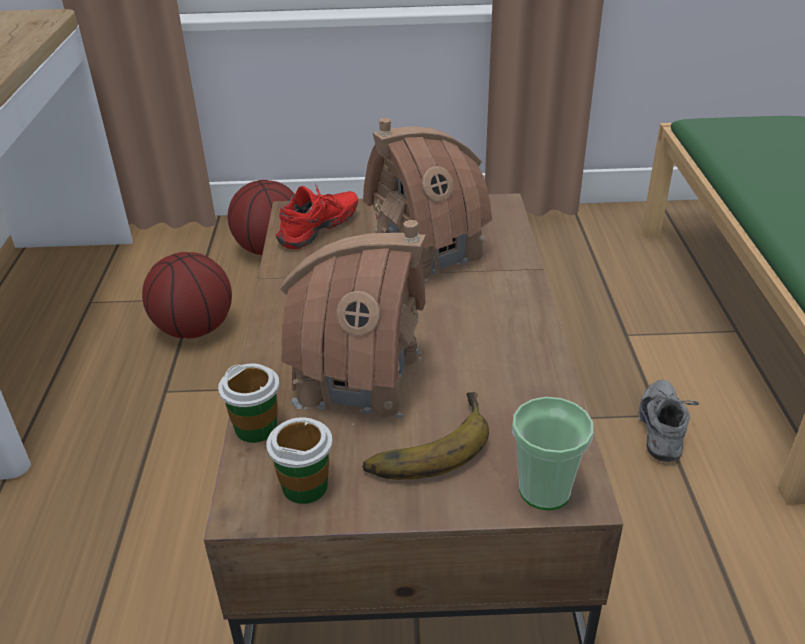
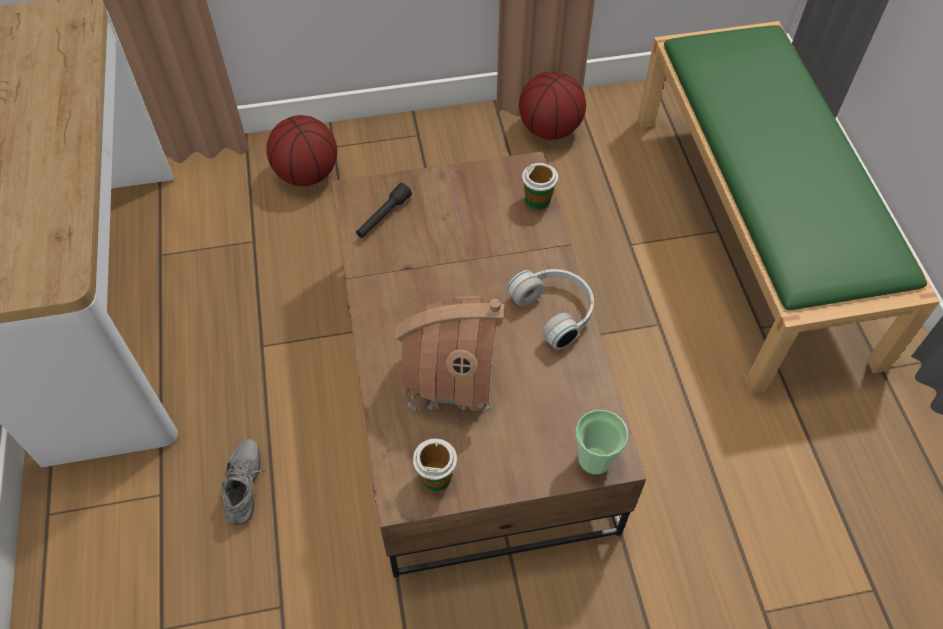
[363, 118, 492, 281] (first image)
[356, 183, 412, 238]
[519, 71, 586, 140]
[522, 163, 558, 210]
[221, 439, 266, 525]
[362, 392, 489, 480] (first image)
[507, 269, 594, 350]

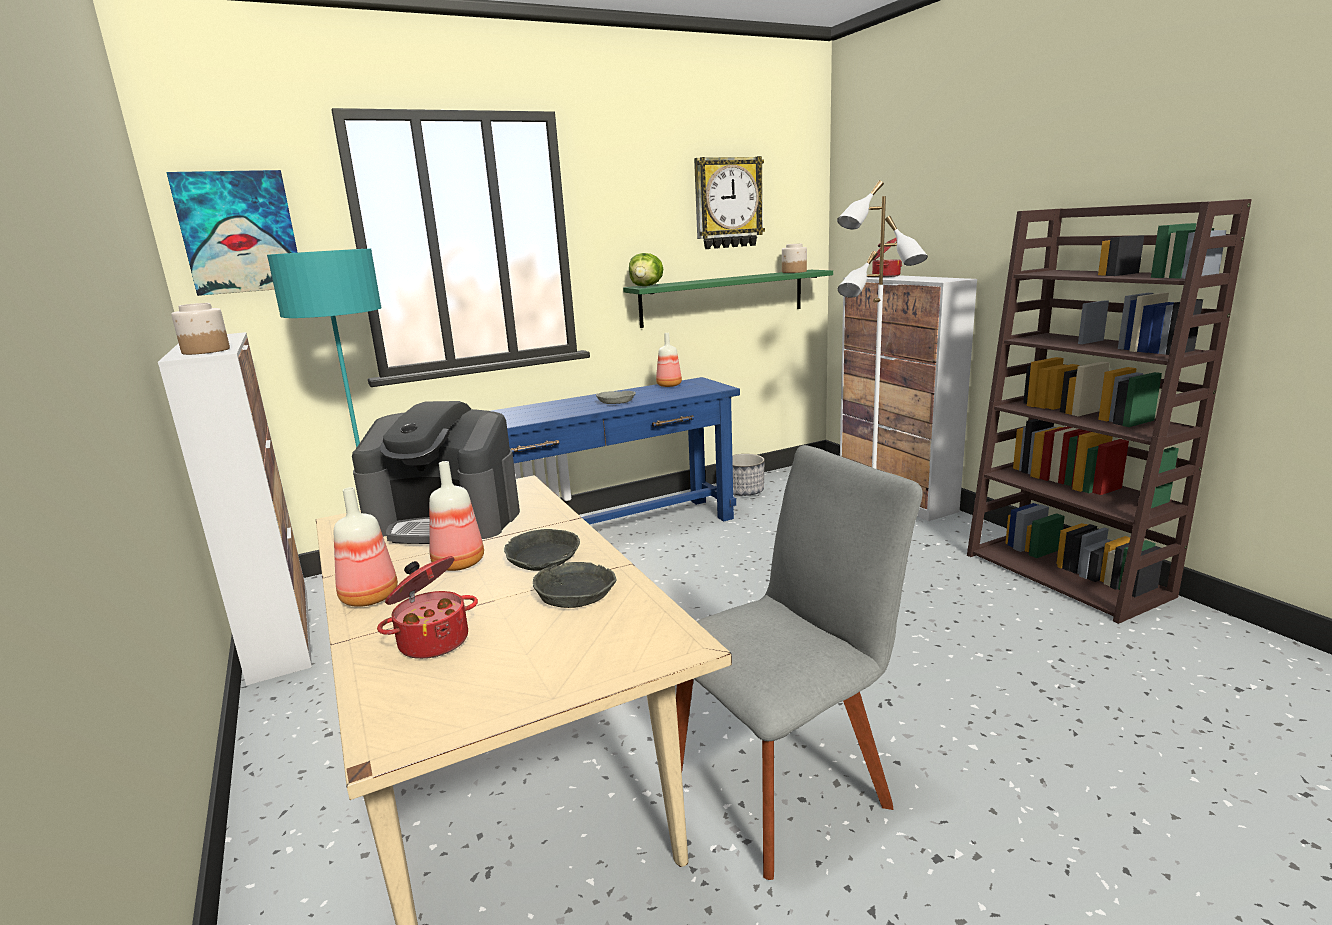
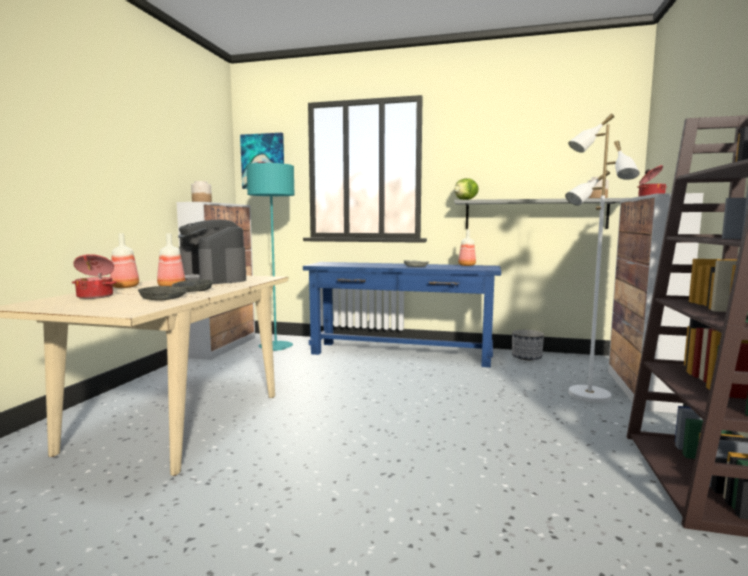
[694, 156, 765, 249] (first image)
[454, 198, 628, 229]
[676, 445, 923, 880] (first image)

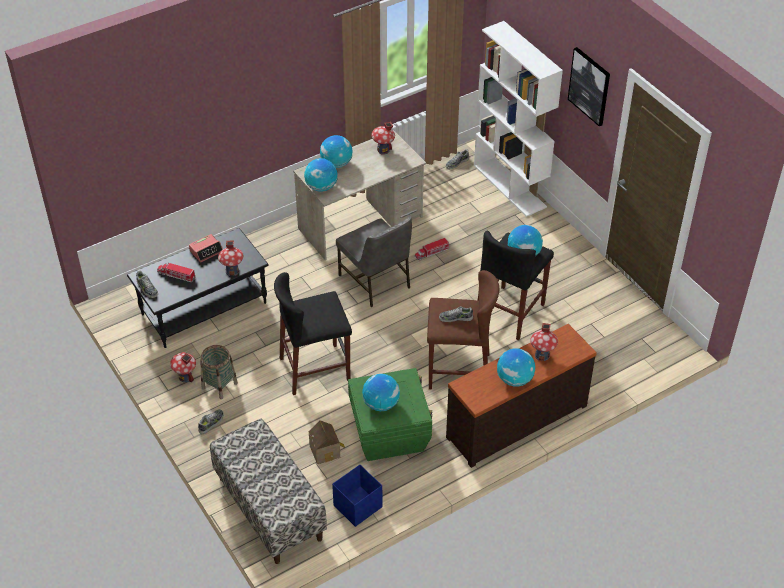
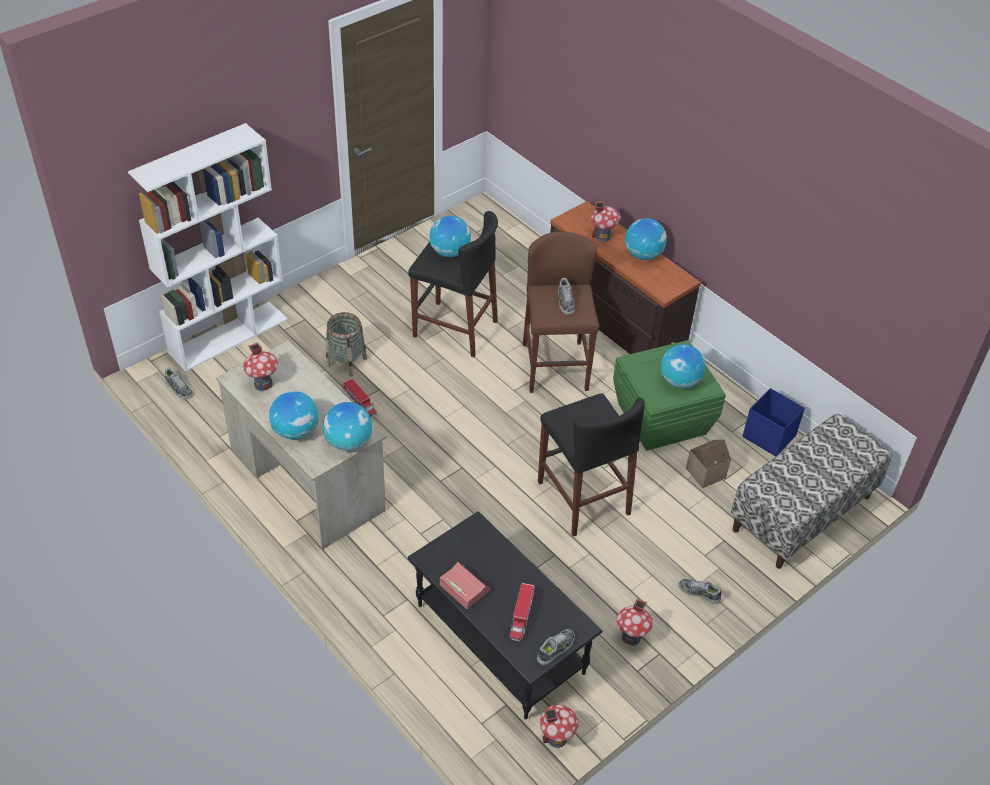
[568, 47, 610, 126] (first image)
[336, 216, 412, 307] (first image)
[540, 705, 579, 748]
[326, 312, 367, 377]

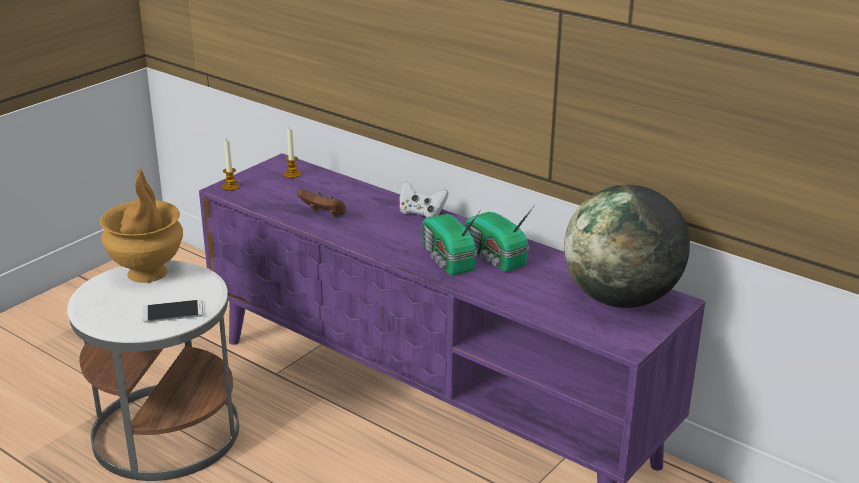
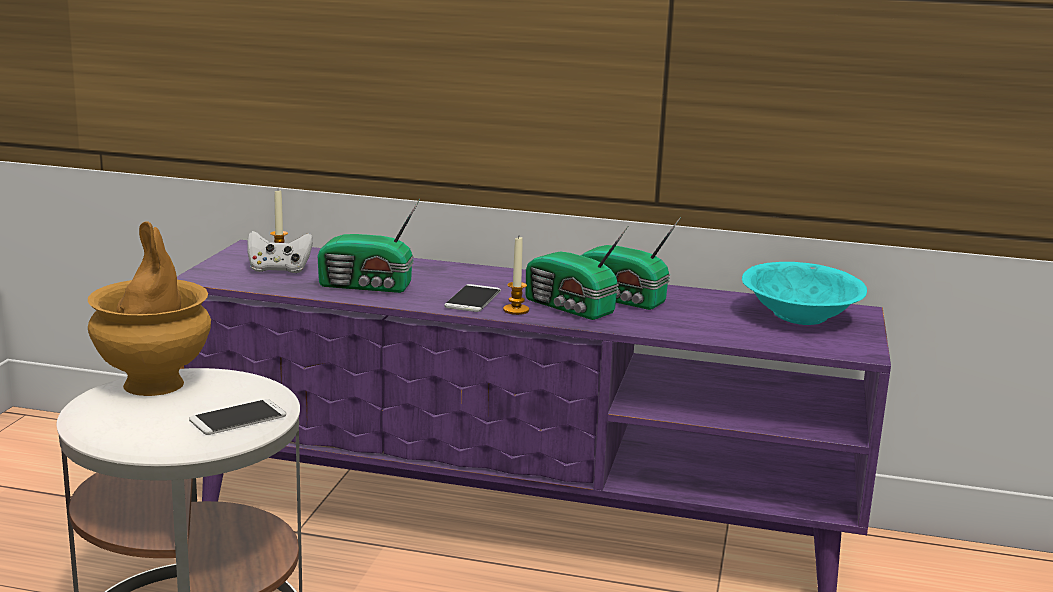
[503, 237, 529, 315]
[247, 231, 313, 273]
[742, 262, 867, 325]
[318, 199, 420, 293]
[444, 284, 501, 312]

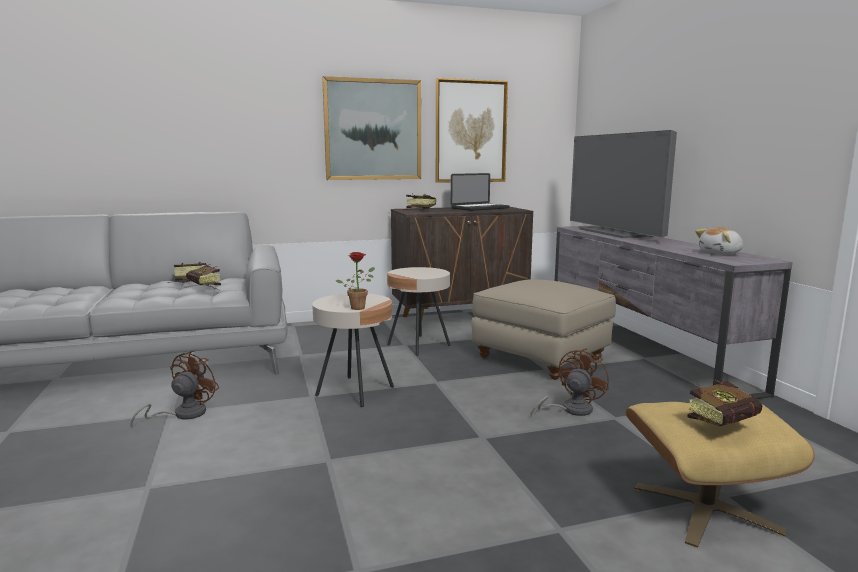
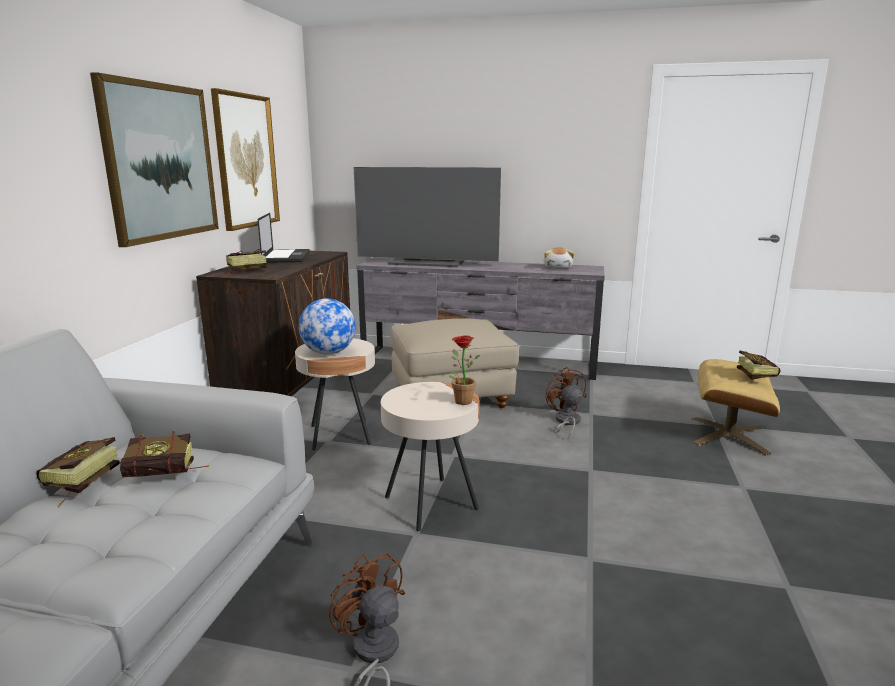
[299, 298, 356, 354]

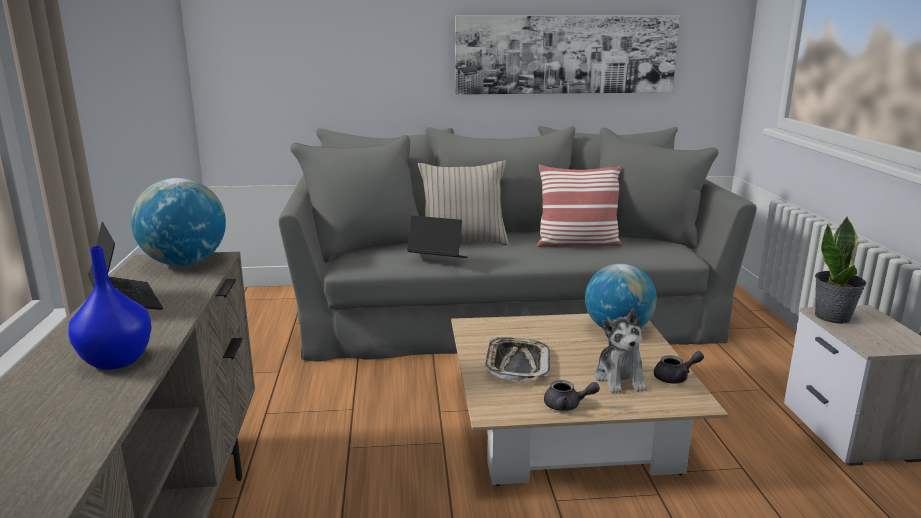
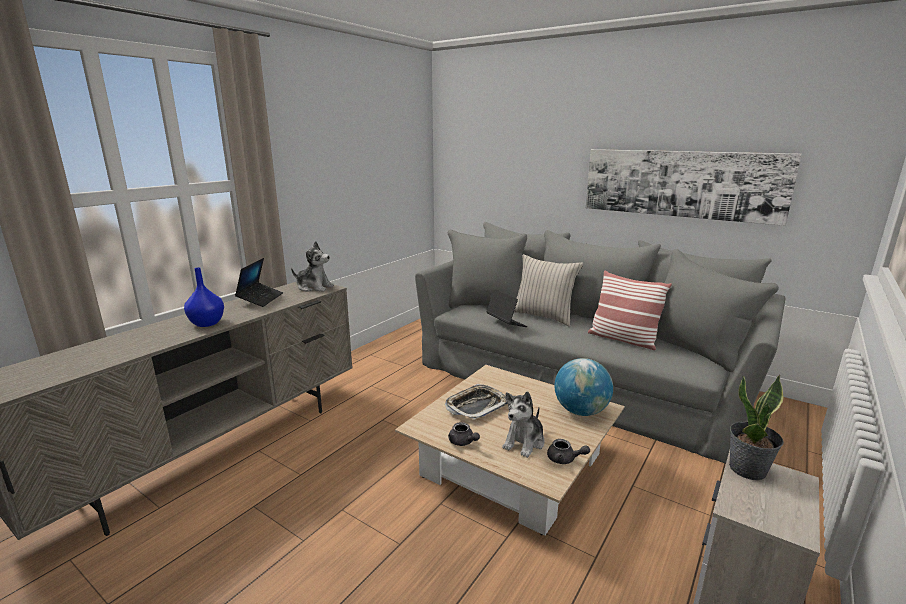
[291, 241, 334, 292]

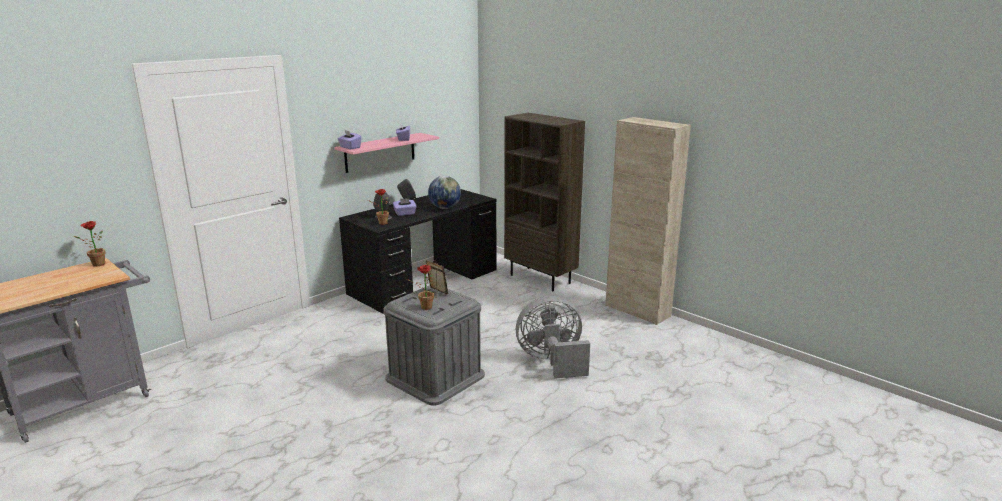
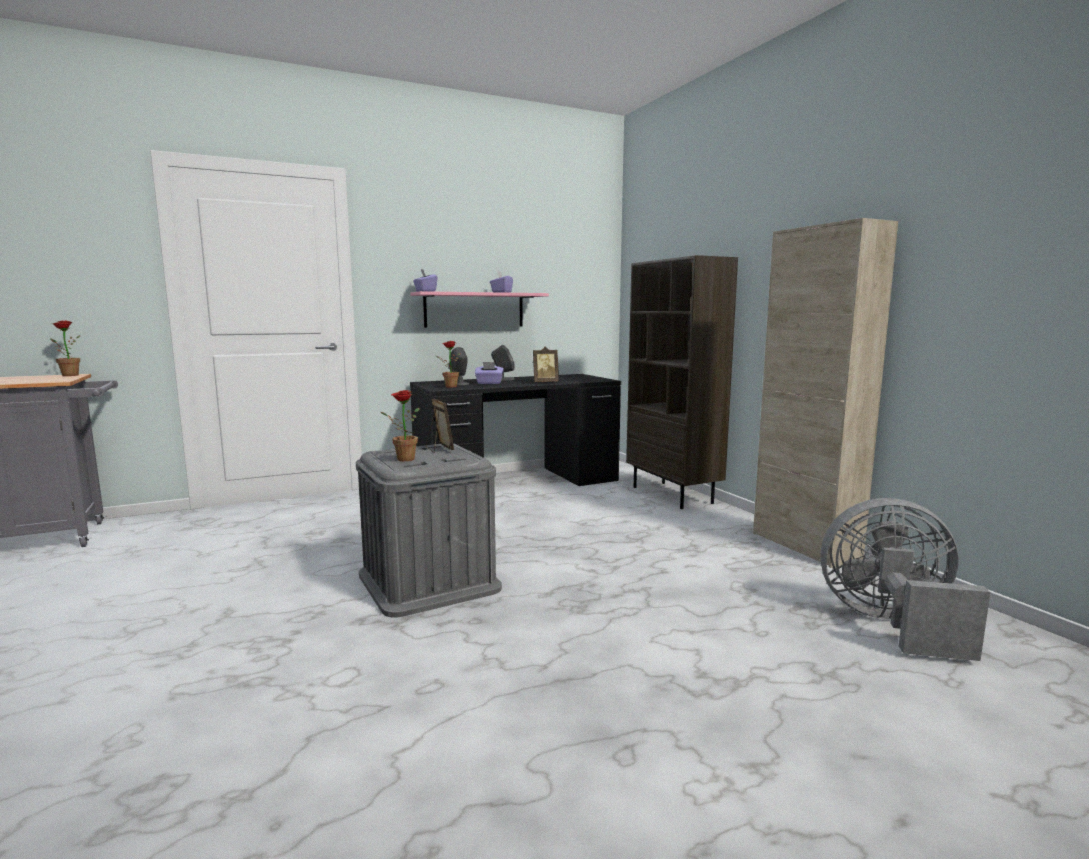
[533, 347, 559, 382]
[820, 498, 990, 661]

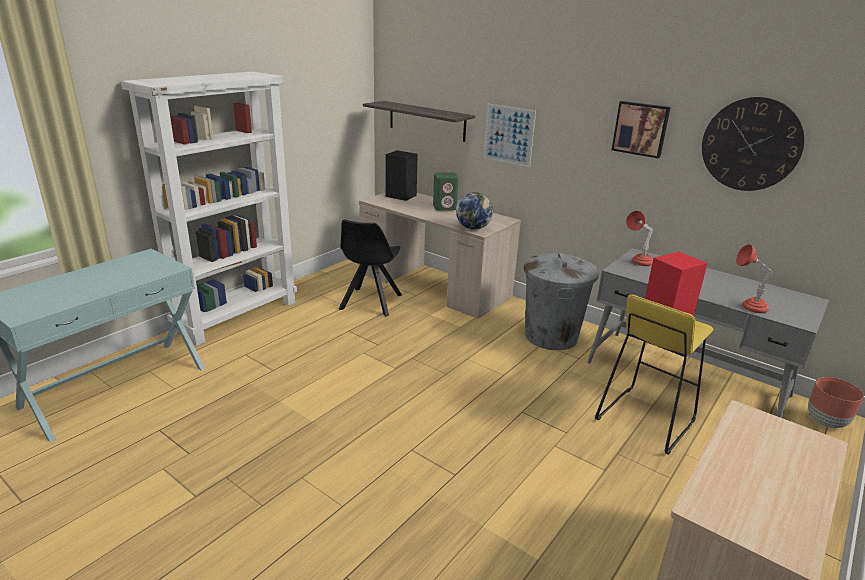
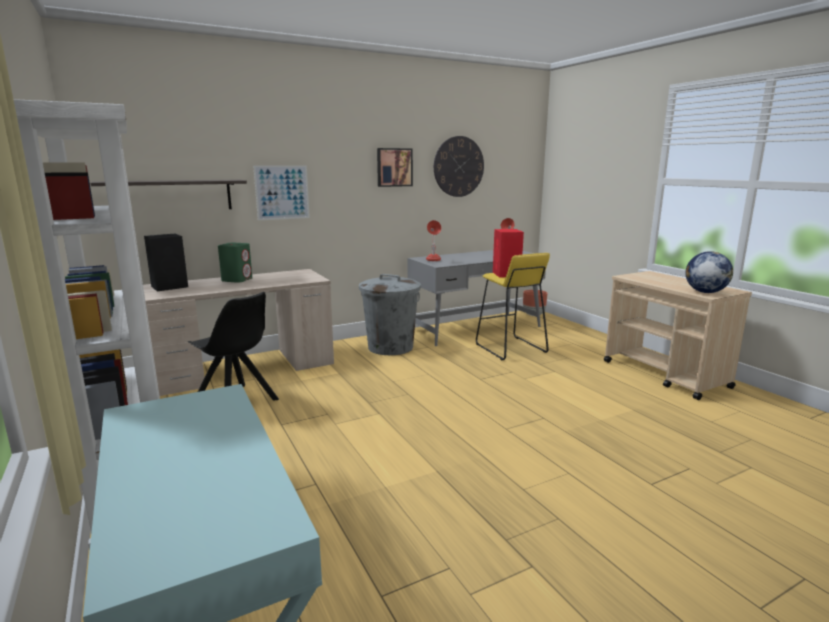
[685, 251, 733, 293]

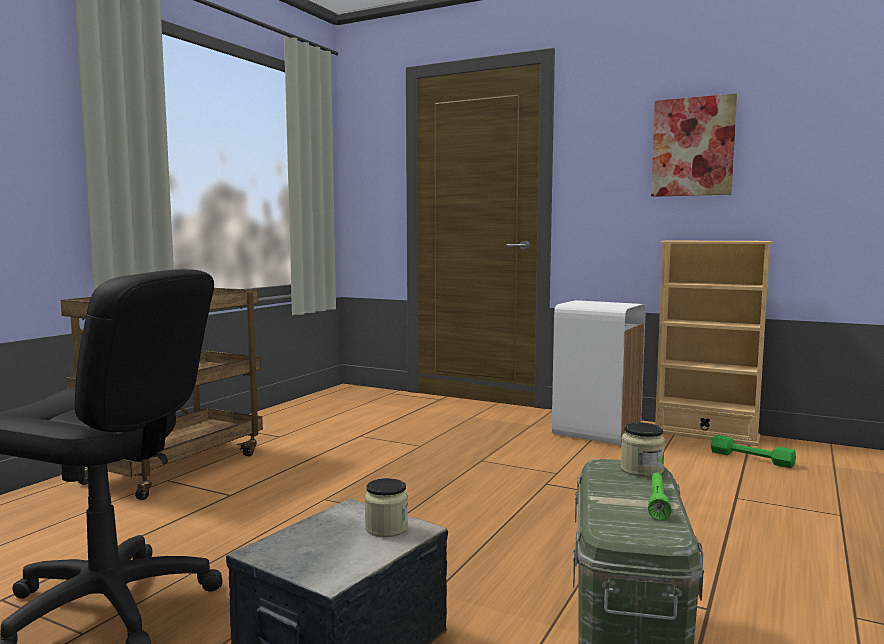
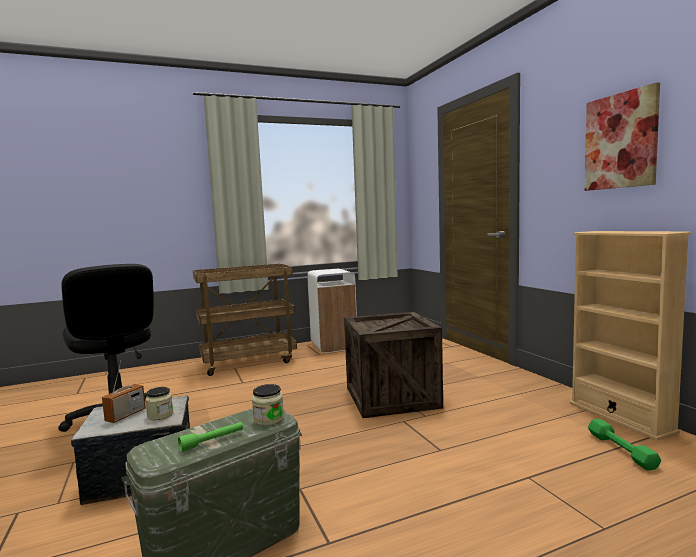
[307, 269, 357, 353]
[344, 312, 443, 418]
[102, 361, 146, 423]

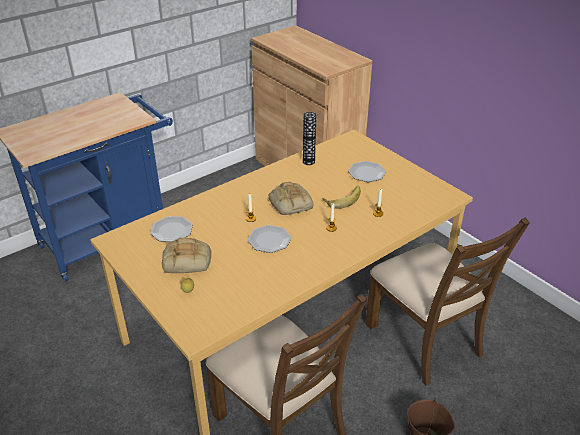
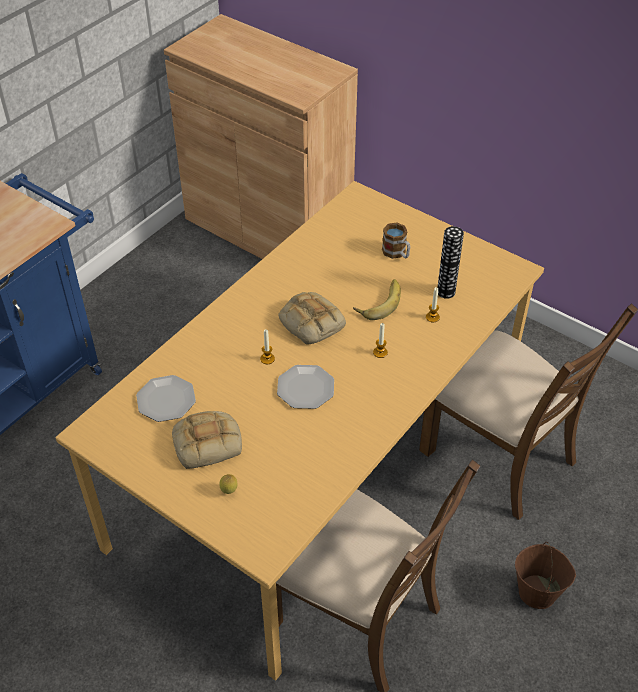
[437, 226, 464, 299]
[382, 222, 410, 259]

